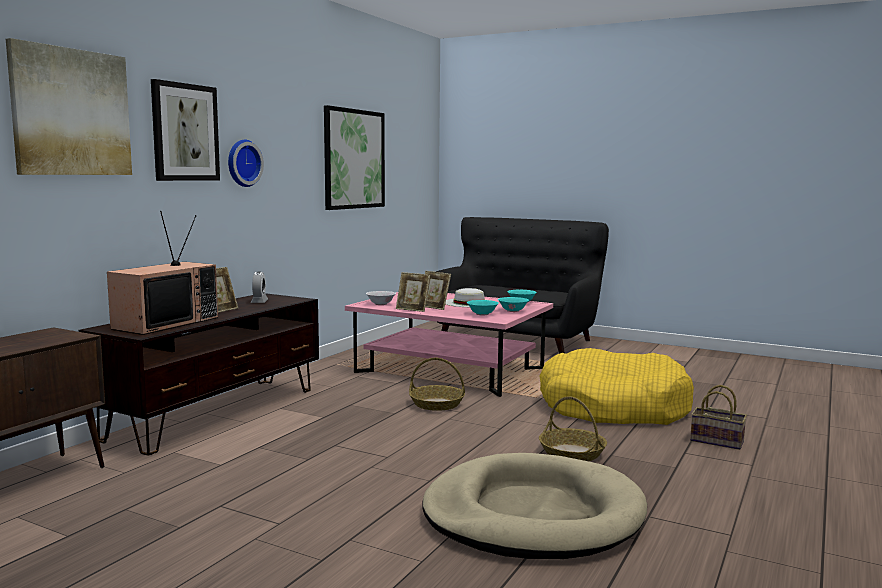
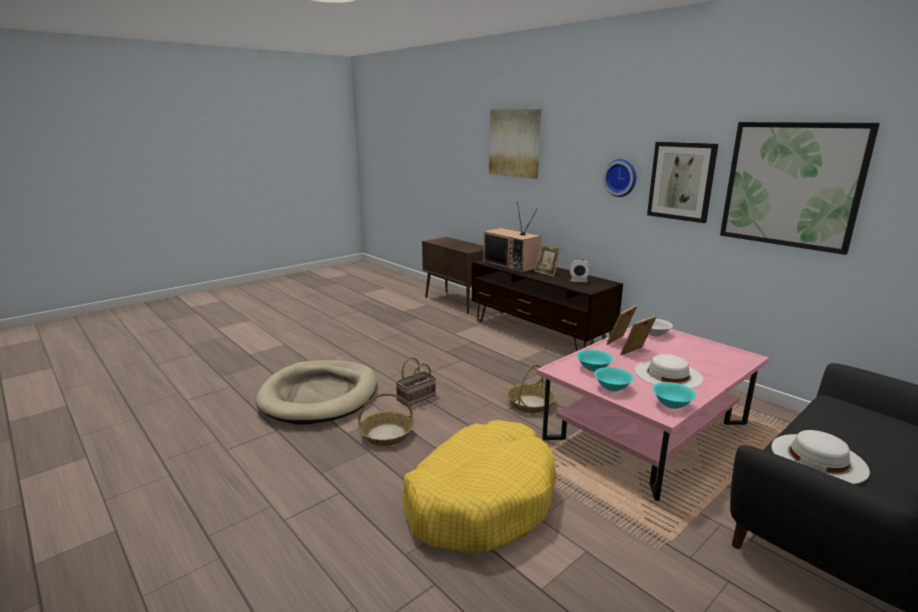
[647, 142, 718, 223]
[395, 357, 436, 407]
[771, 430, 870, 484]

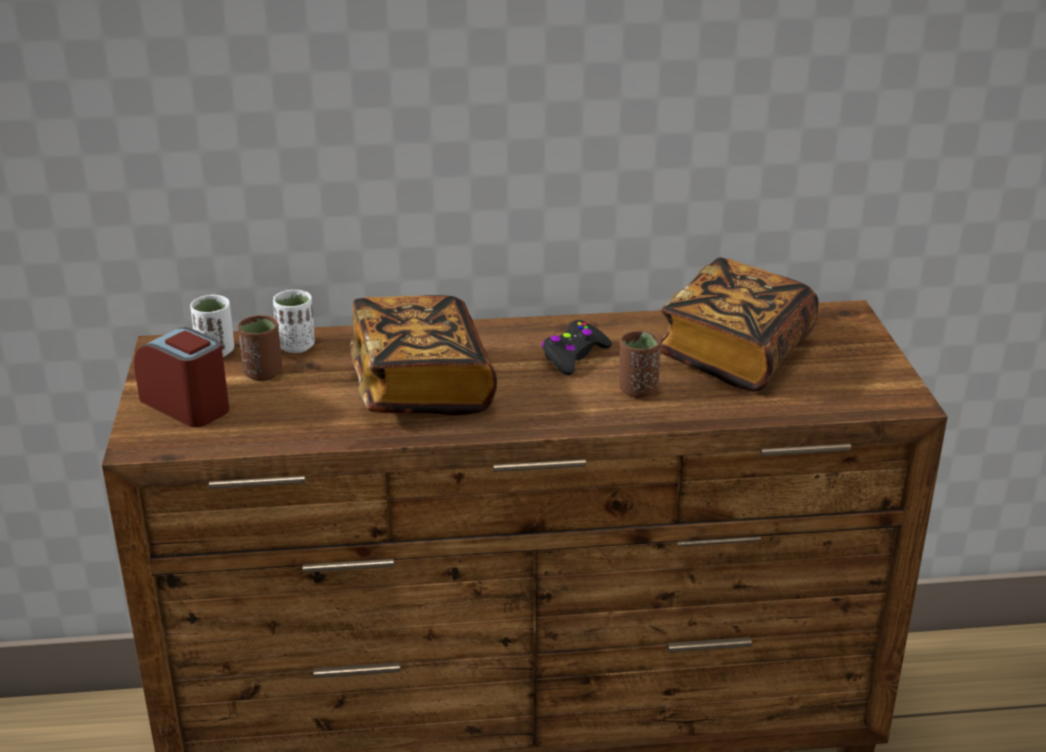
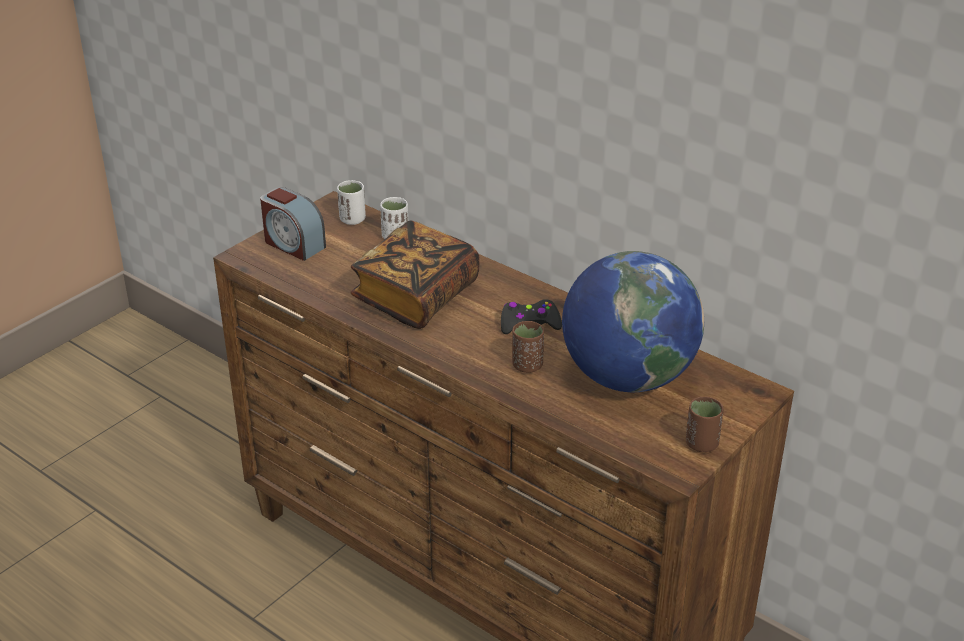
[562, 251, 704, 392]
[686, 396, 723, 452]
[260, 187, 326, 261]

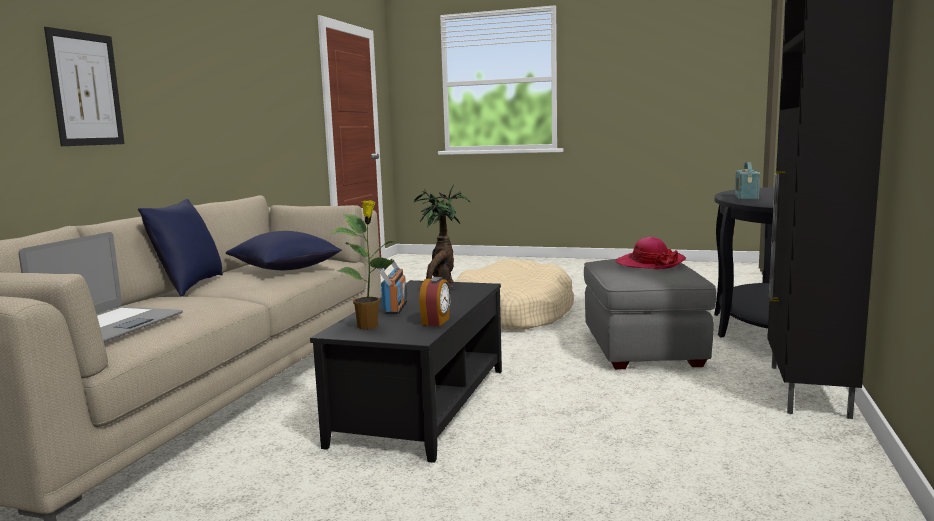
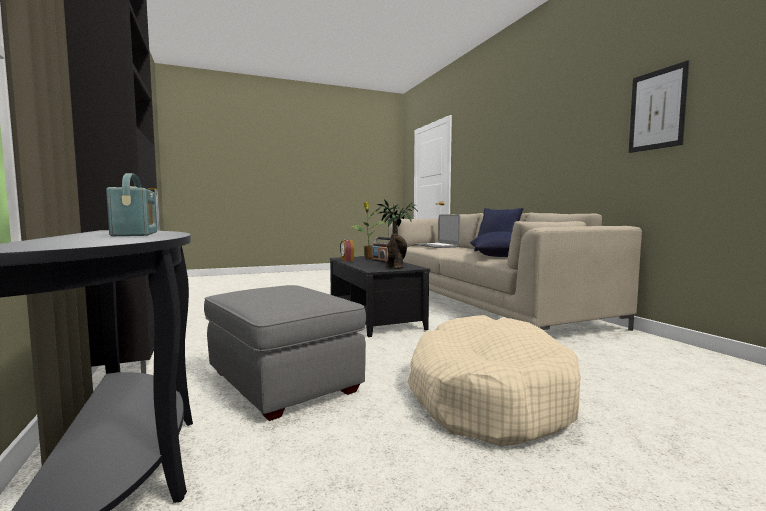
[629, 60, 689, 153]
[615, 237, 686, 270] (first image)

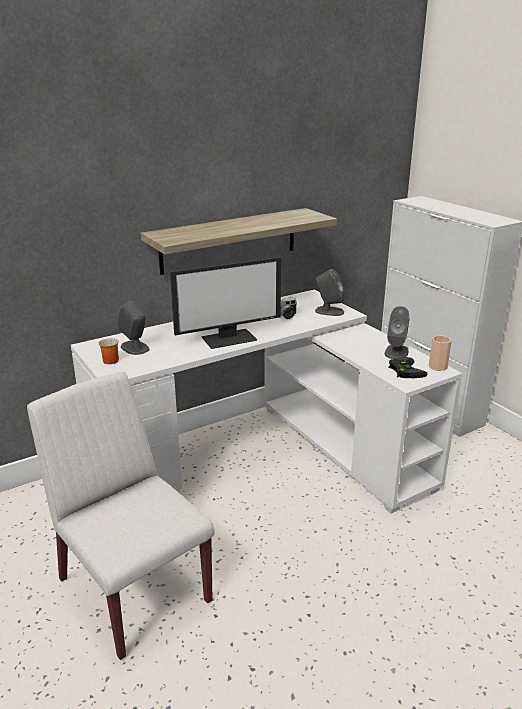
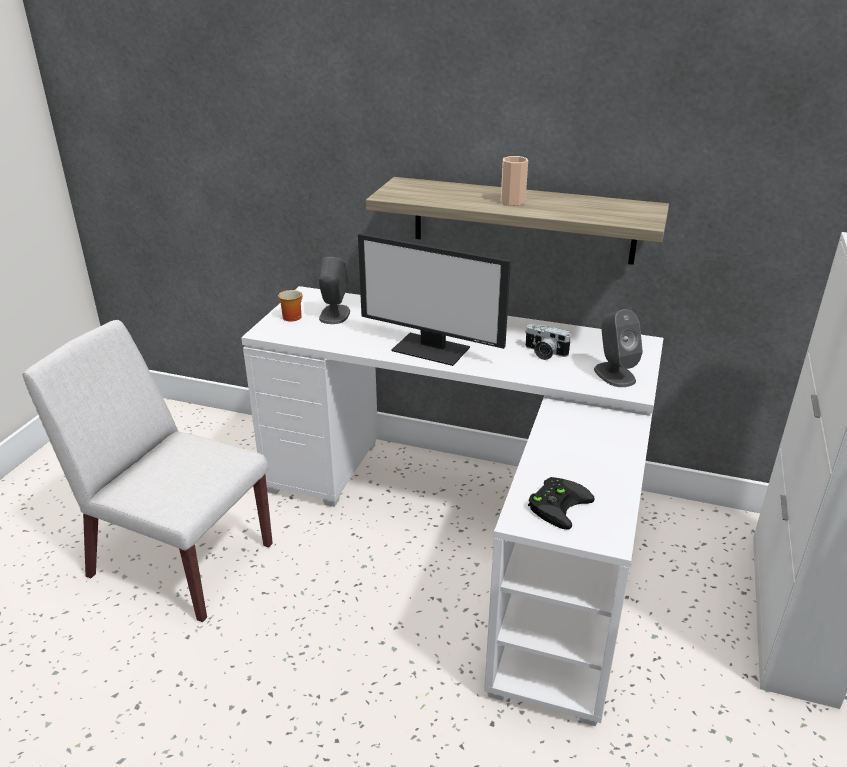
[385, 306, 409, 359] (first image)
[501, 156, 528, 206]
[23, 320, 273, 622]

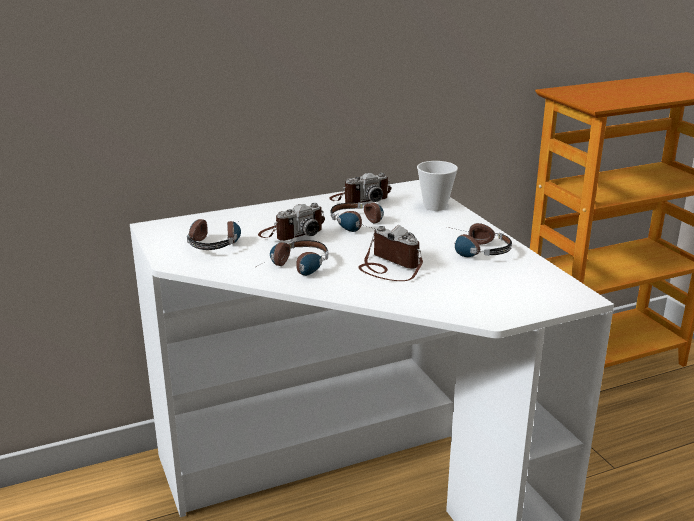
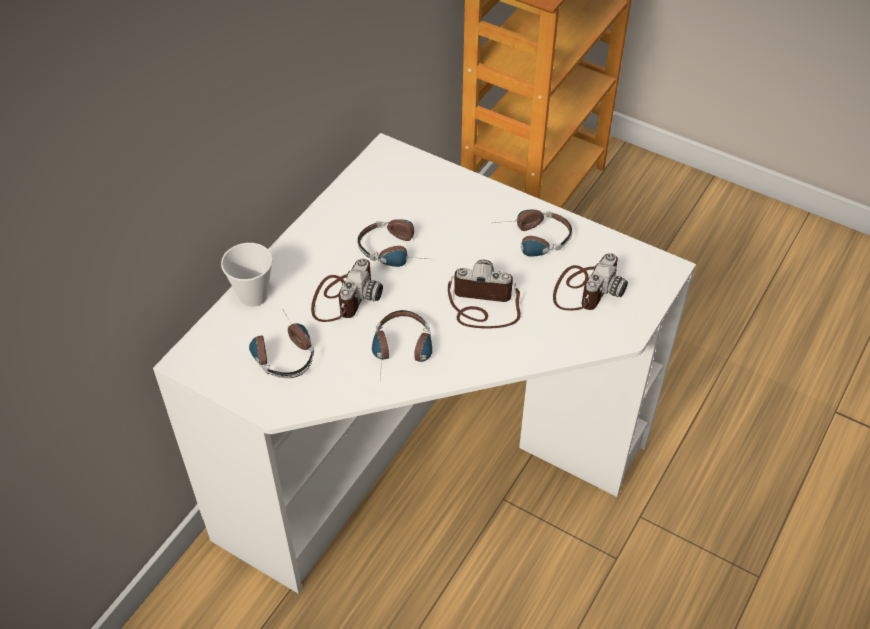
[221, 243, 273, 307]
[553, 253, 628, 311]

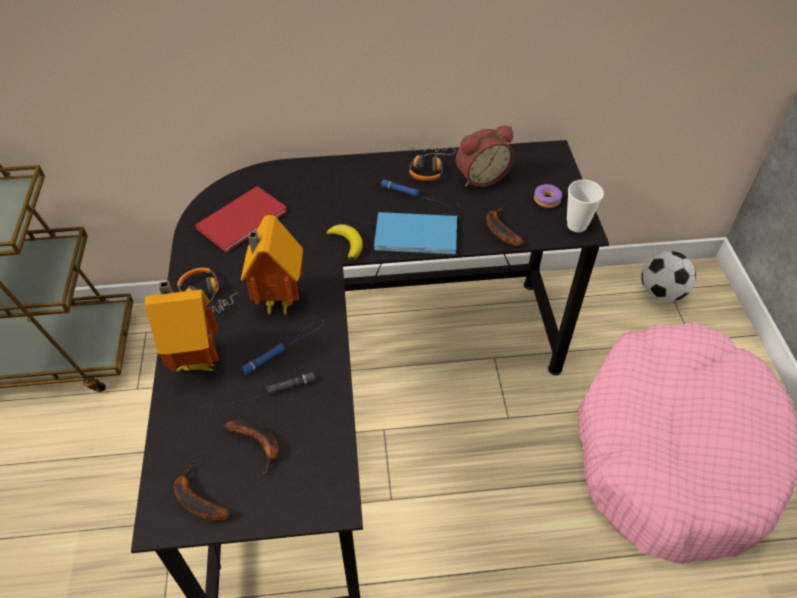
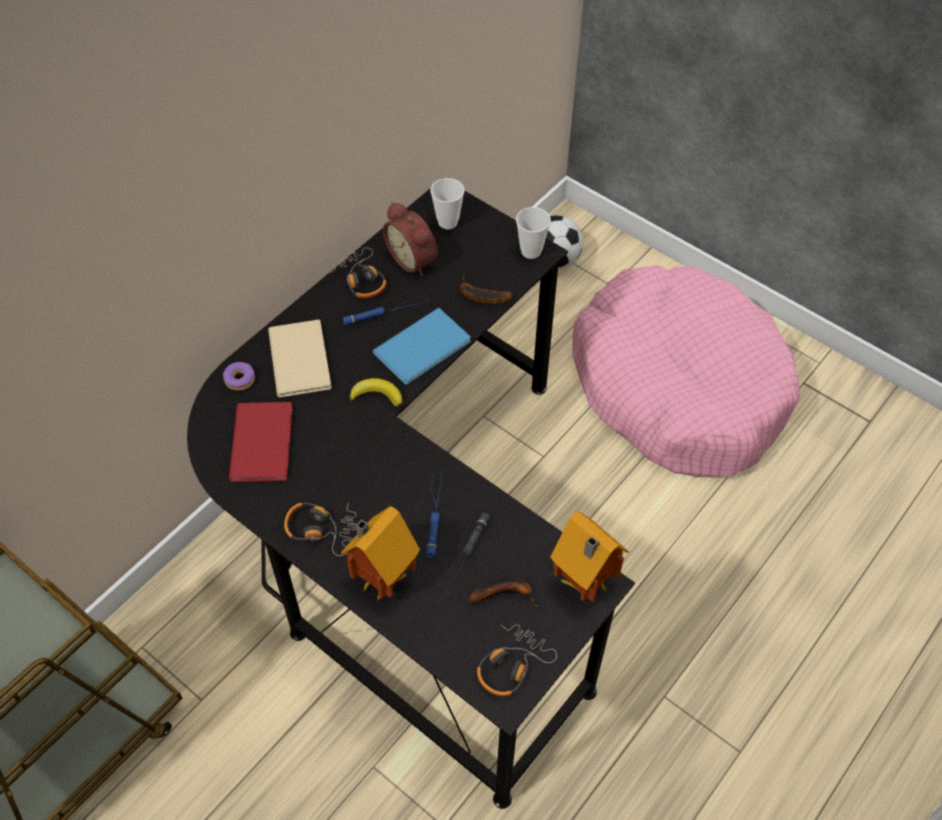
[383, 202, 438, 276]
[223, 362, 255, 391]
[550, 511, 629, 603]
[477, 624, 557, 697]
[430, 178, 464, 230]
[268, 320, 332, 397]

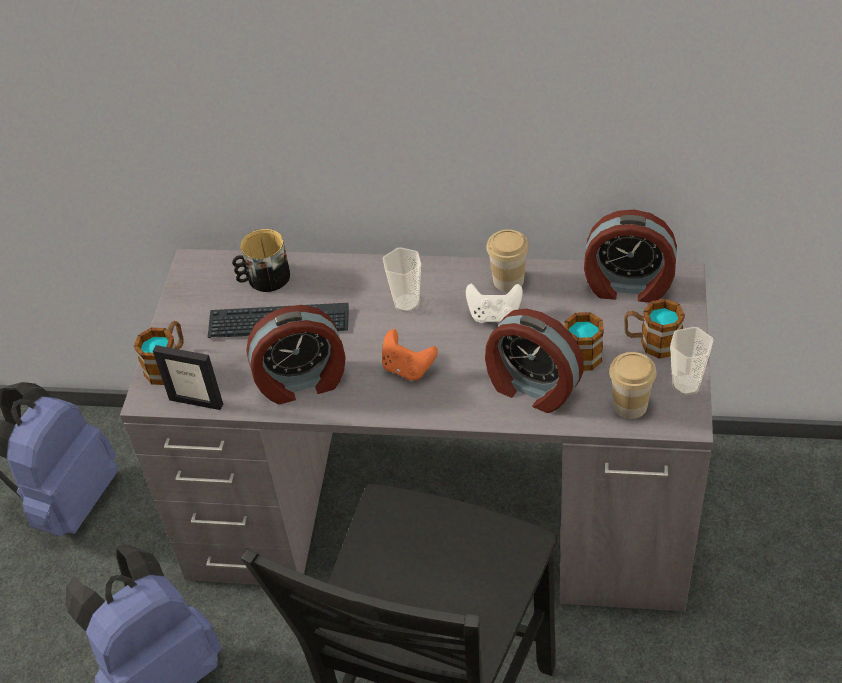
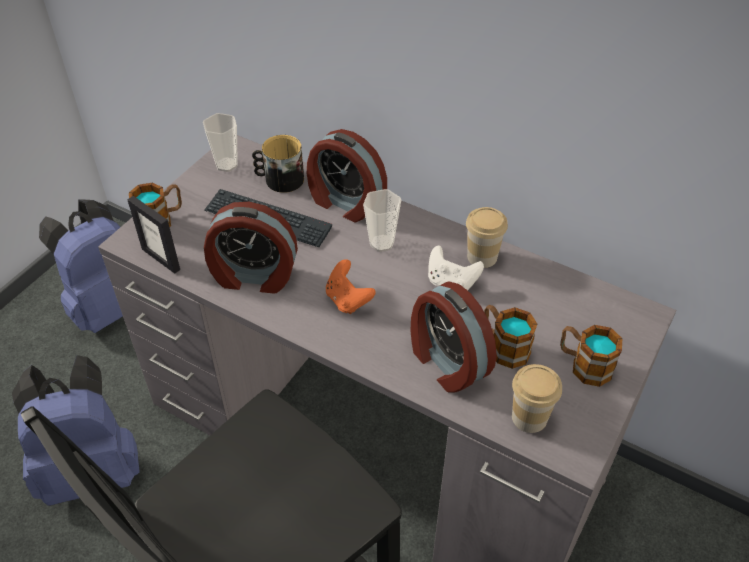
[307, 129, 387, 222]
[203, 113, 238, 172]

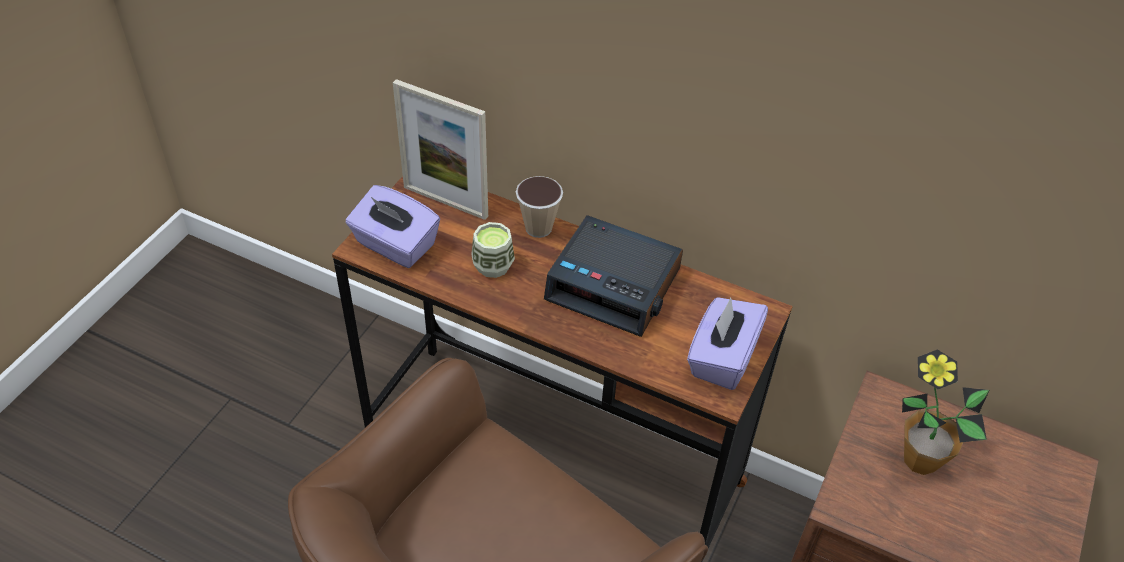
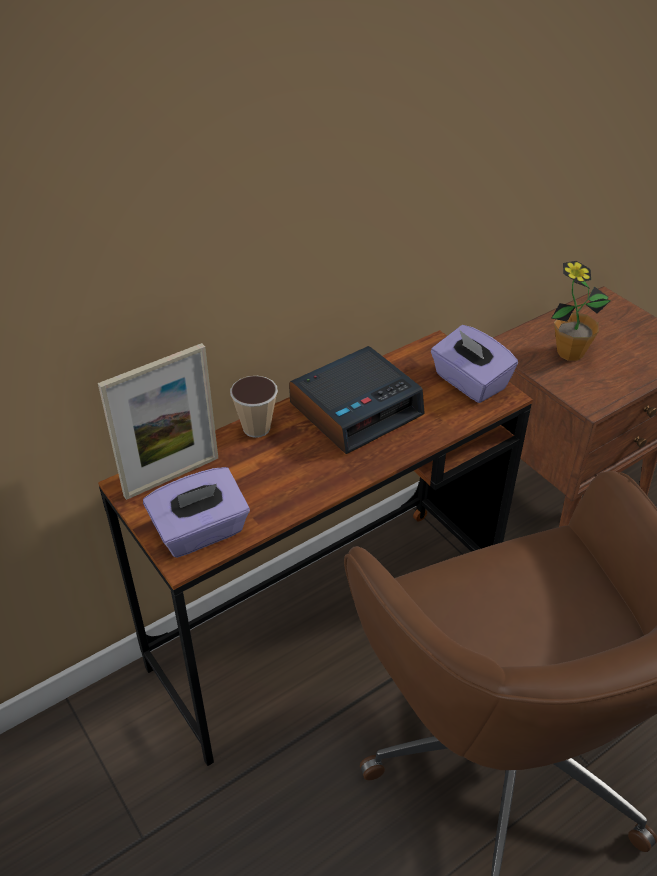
[471, 222, 515, 278] (first image)

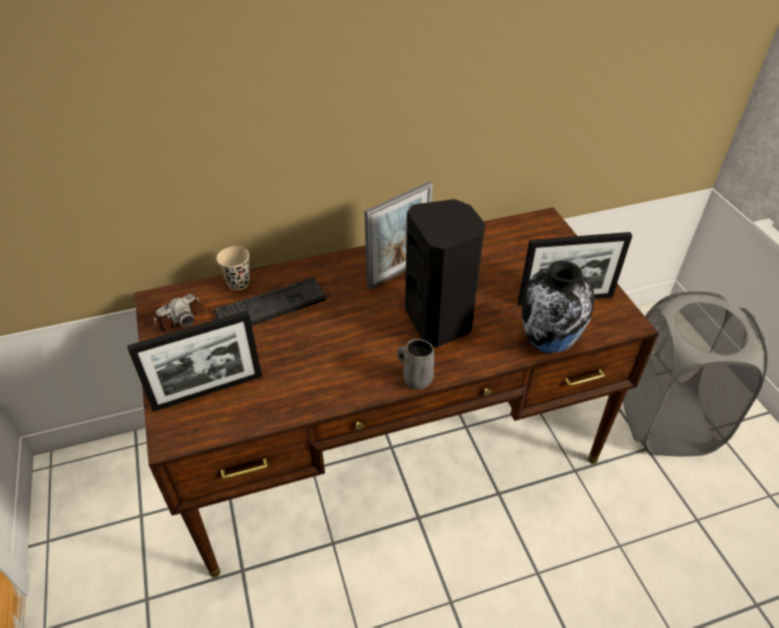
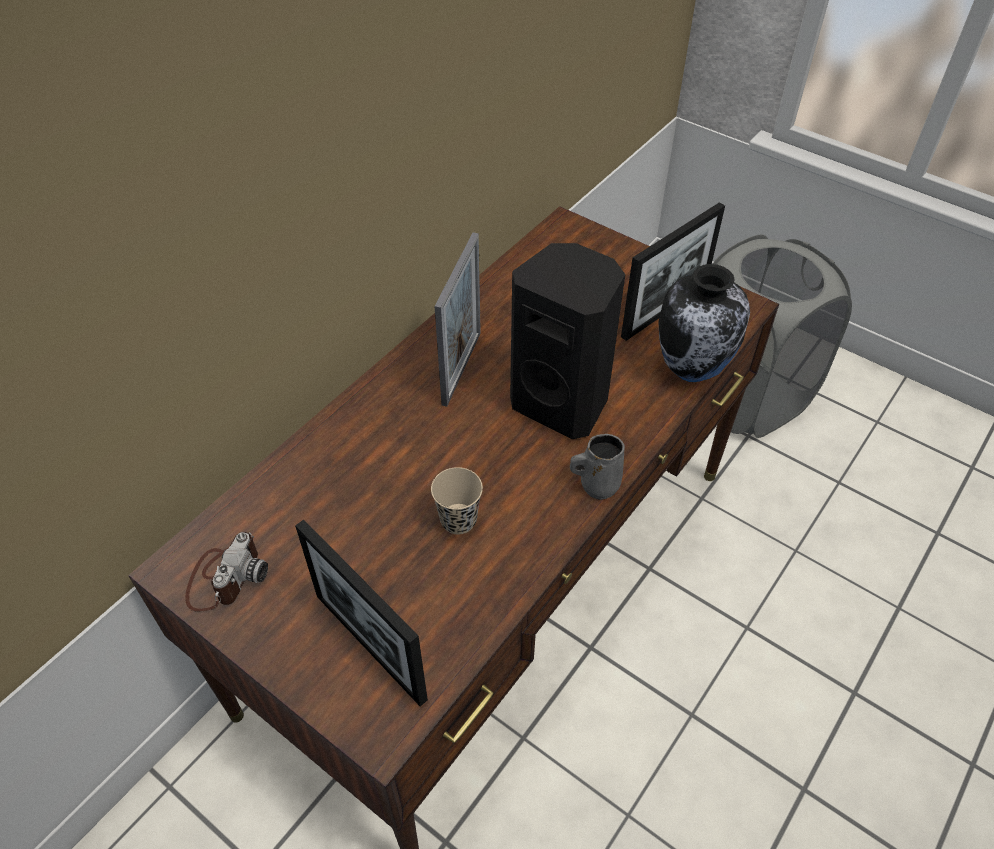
[431, 467, 483, 535]
[214, 278, 327, 326] (first image)
[295, 520, 428, 707]

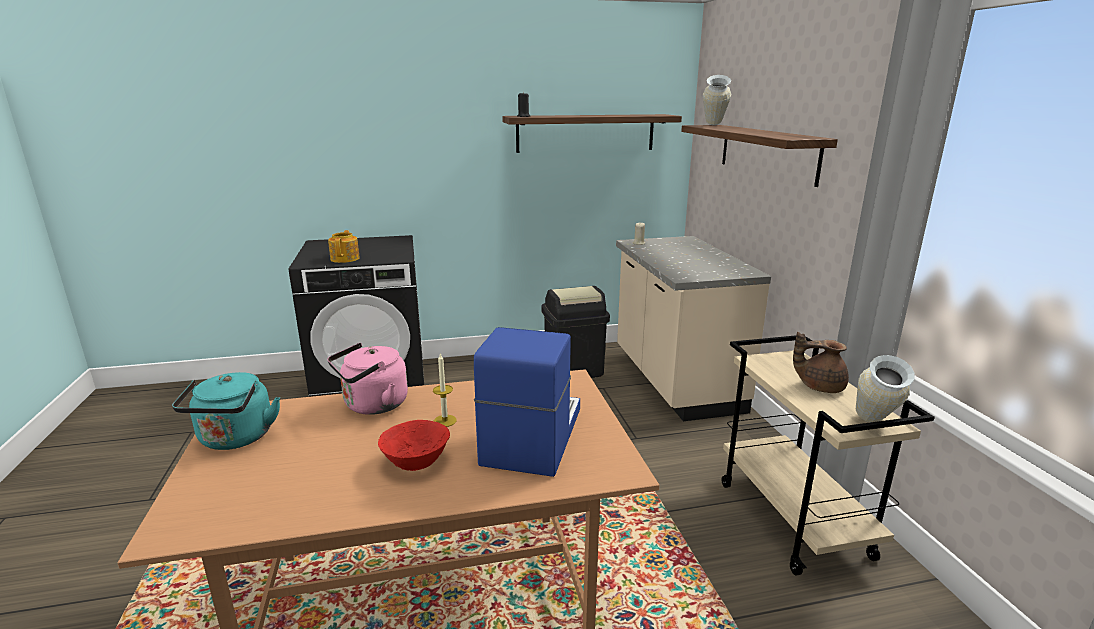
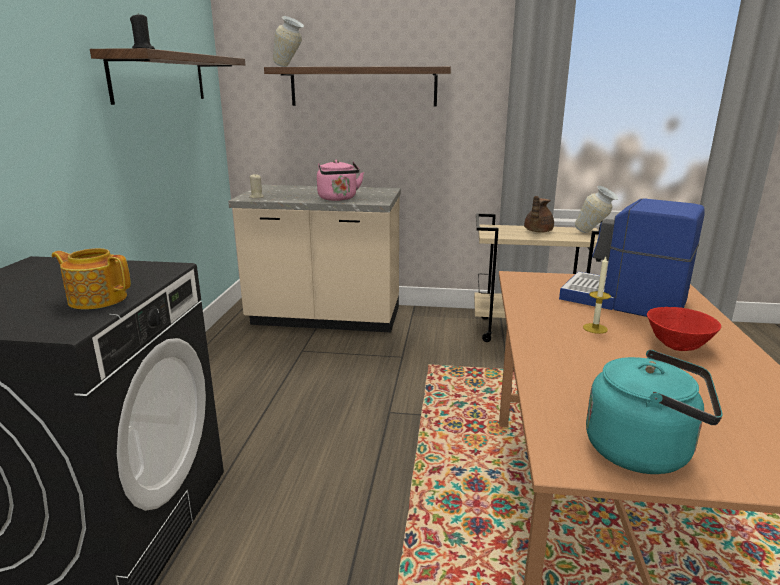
[541, 286, 610, 378] (first image)
[317, 160, 364, 201]

